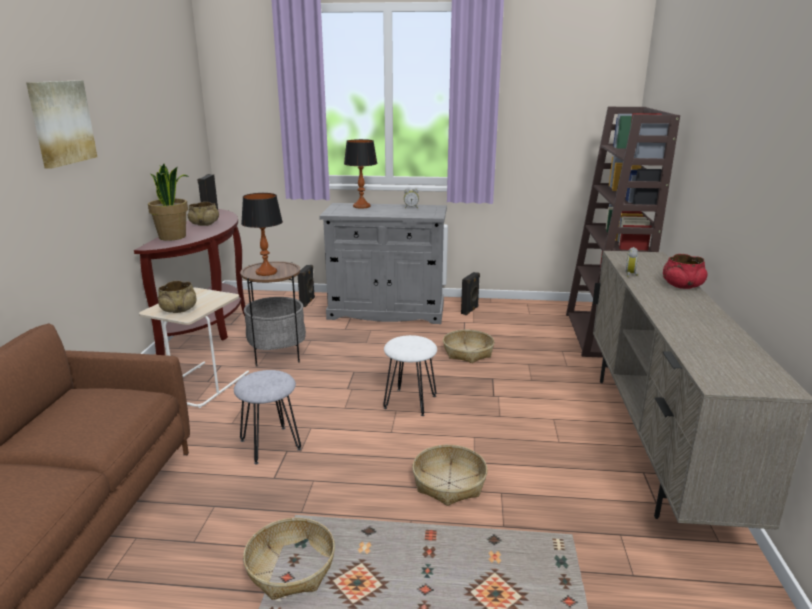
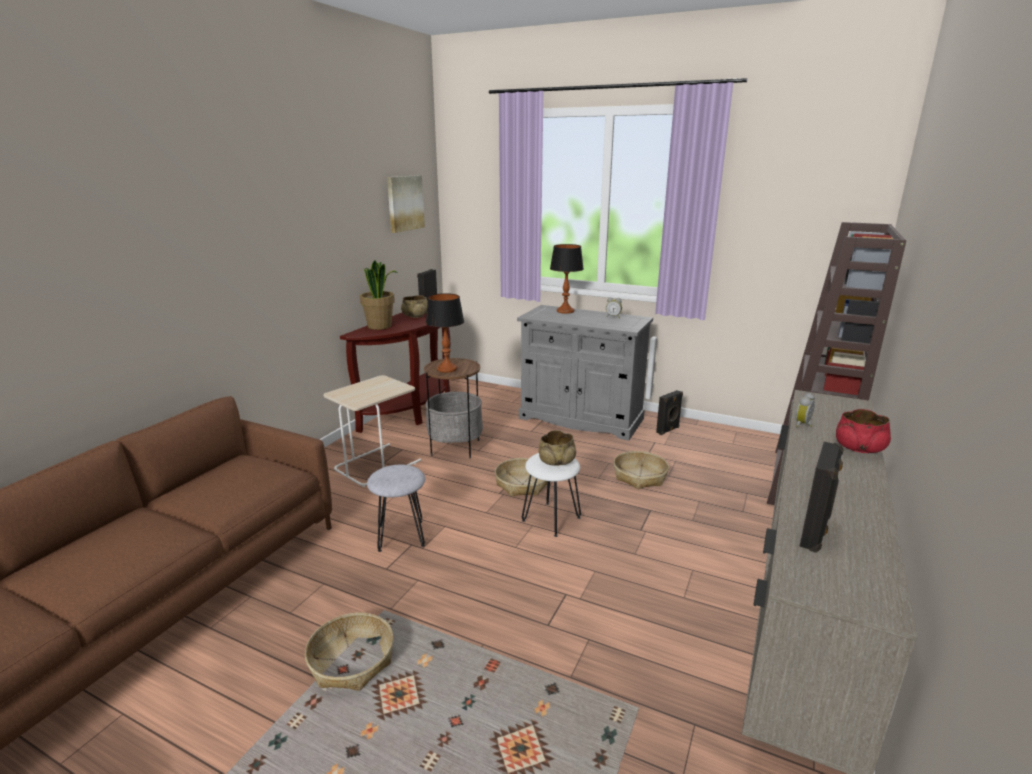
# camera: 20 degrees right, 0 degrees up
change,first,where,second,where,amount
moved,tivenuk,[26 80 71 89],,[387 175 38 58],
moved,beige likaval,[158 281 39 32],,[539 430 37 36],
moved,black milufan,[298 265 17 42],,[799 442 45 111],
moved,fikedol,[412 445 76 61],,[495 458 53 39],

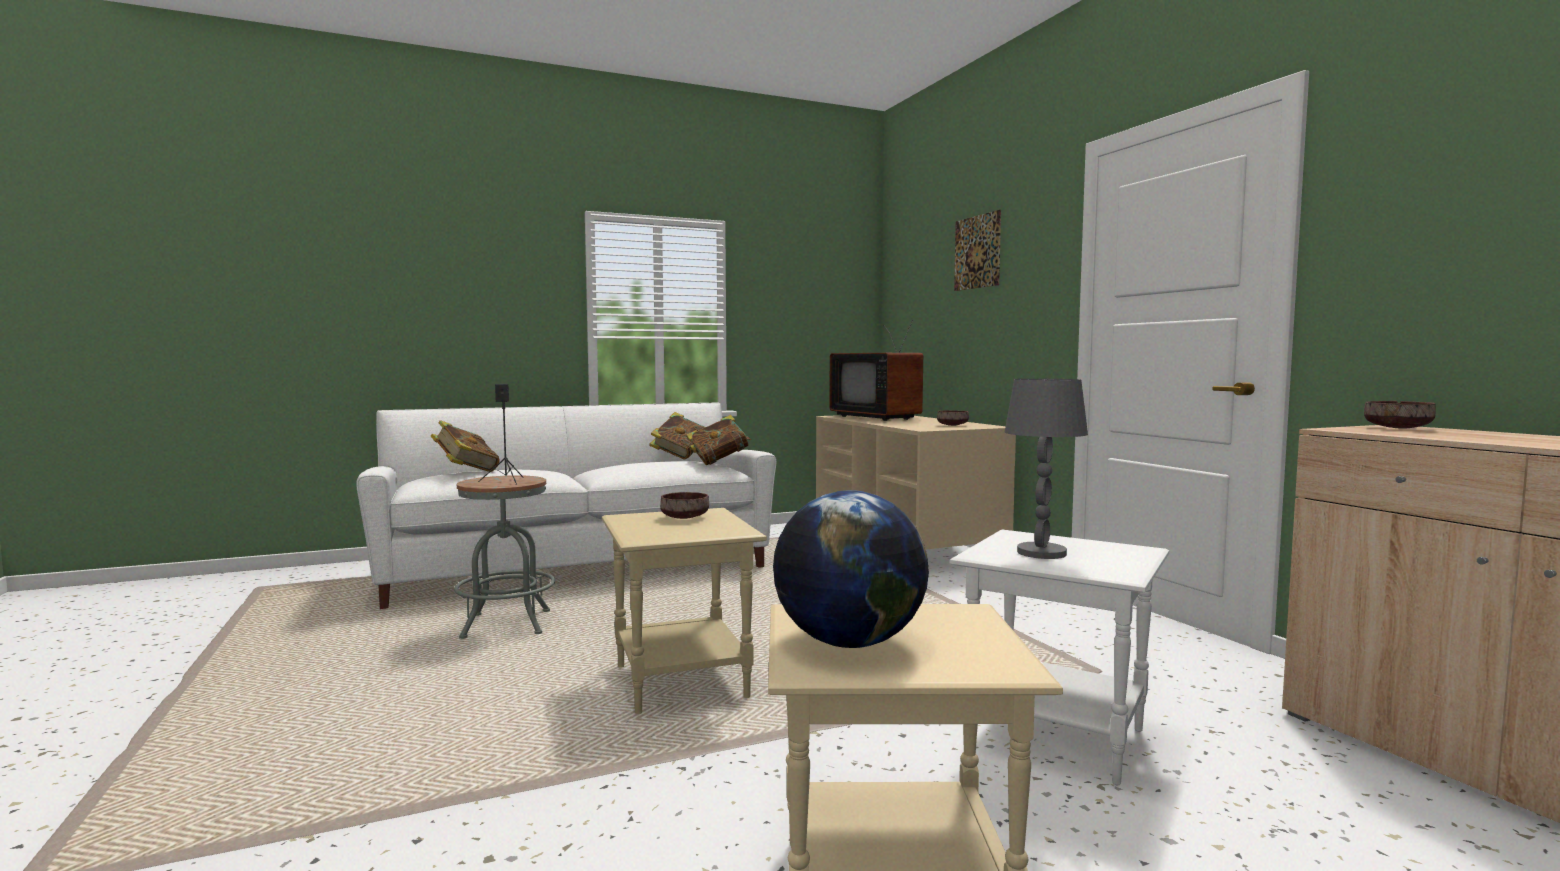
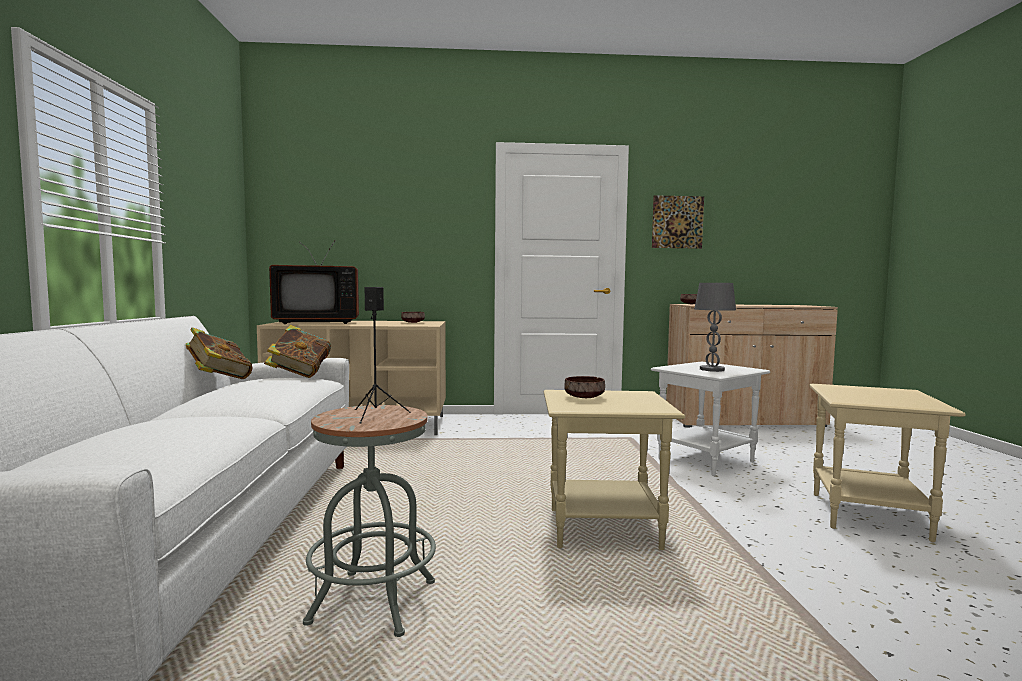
# camera: 70 degrees left, 0 degrees up
change,first,where,second,where,amount
removed,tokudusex,[431 420 69 52],,,
removed,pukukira,[773 490 156 158],,,
moved,tivenuk,[954 210 47 81],,[652 195 52 54],

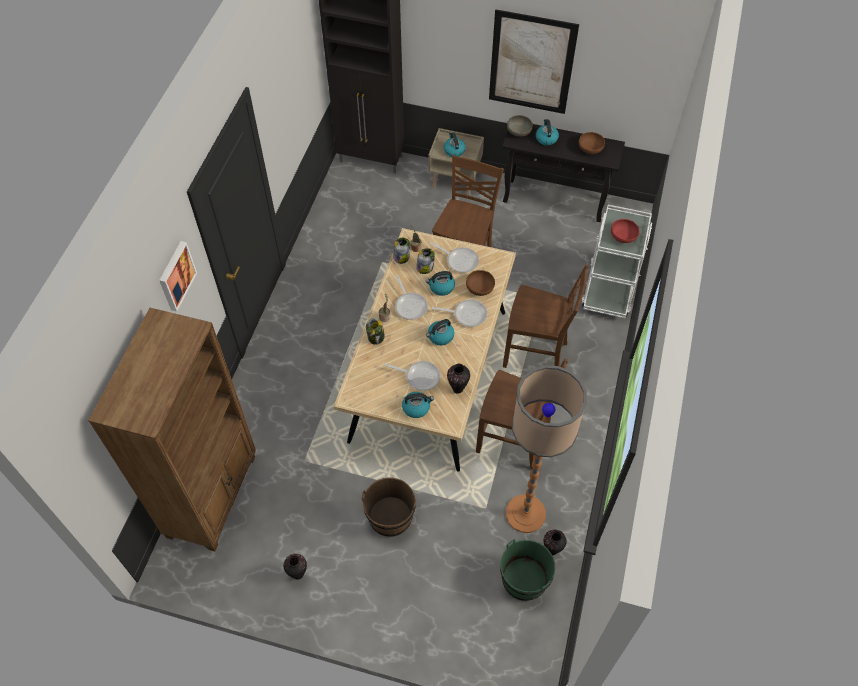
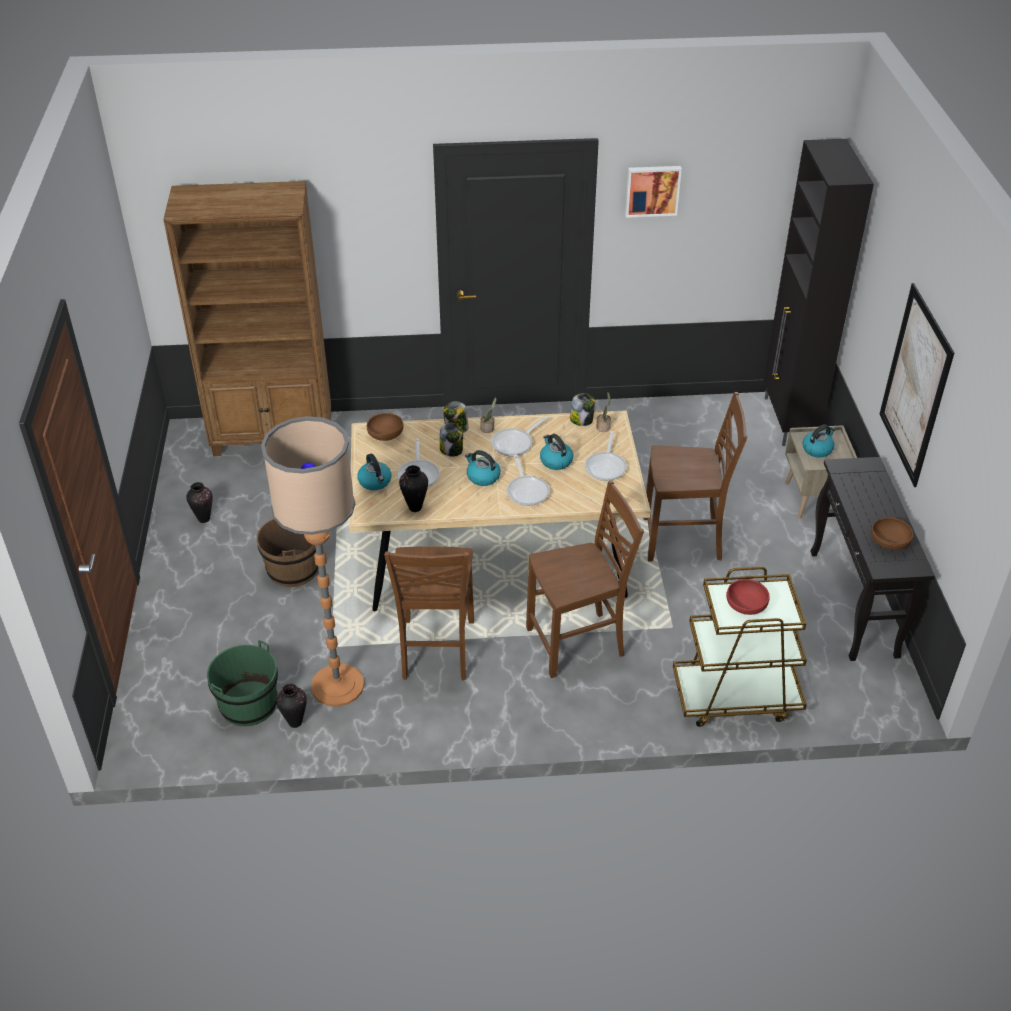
# camera: 70 degrees right, 15 degrees down
change,first,where,second,where,amount
removed,grey likaval,[507 115 26 22],,,
removed,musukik,[536 119 23 27],,,
moved,tivenuk,[159 241 38 71],,[625 166 57 52],
moved,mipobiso,[416 248 19 26],,[440 423 23 34],
moved,brown likaval,[466 270 29 26],,[367 413 37 28],
recoloured,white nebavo,[581 205 71 113],brown nebavo,[673 567 134 160],
turned,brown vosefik,[503 265 86 103],,[526 480 118 198],105 degrees counterclockwise

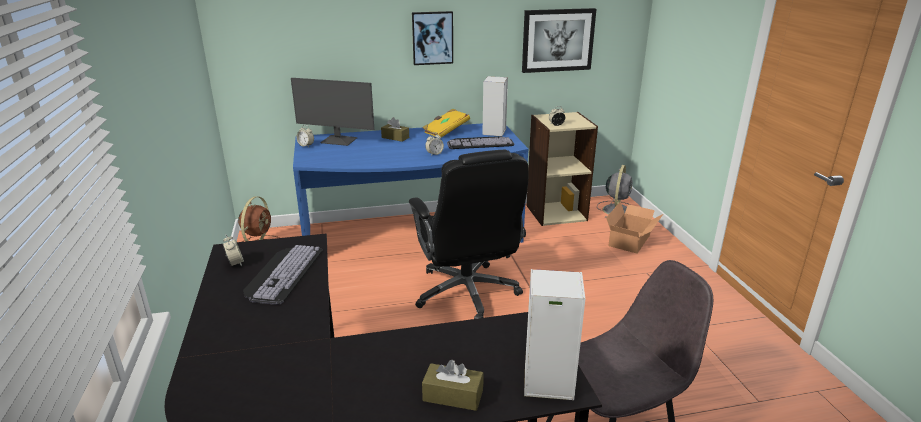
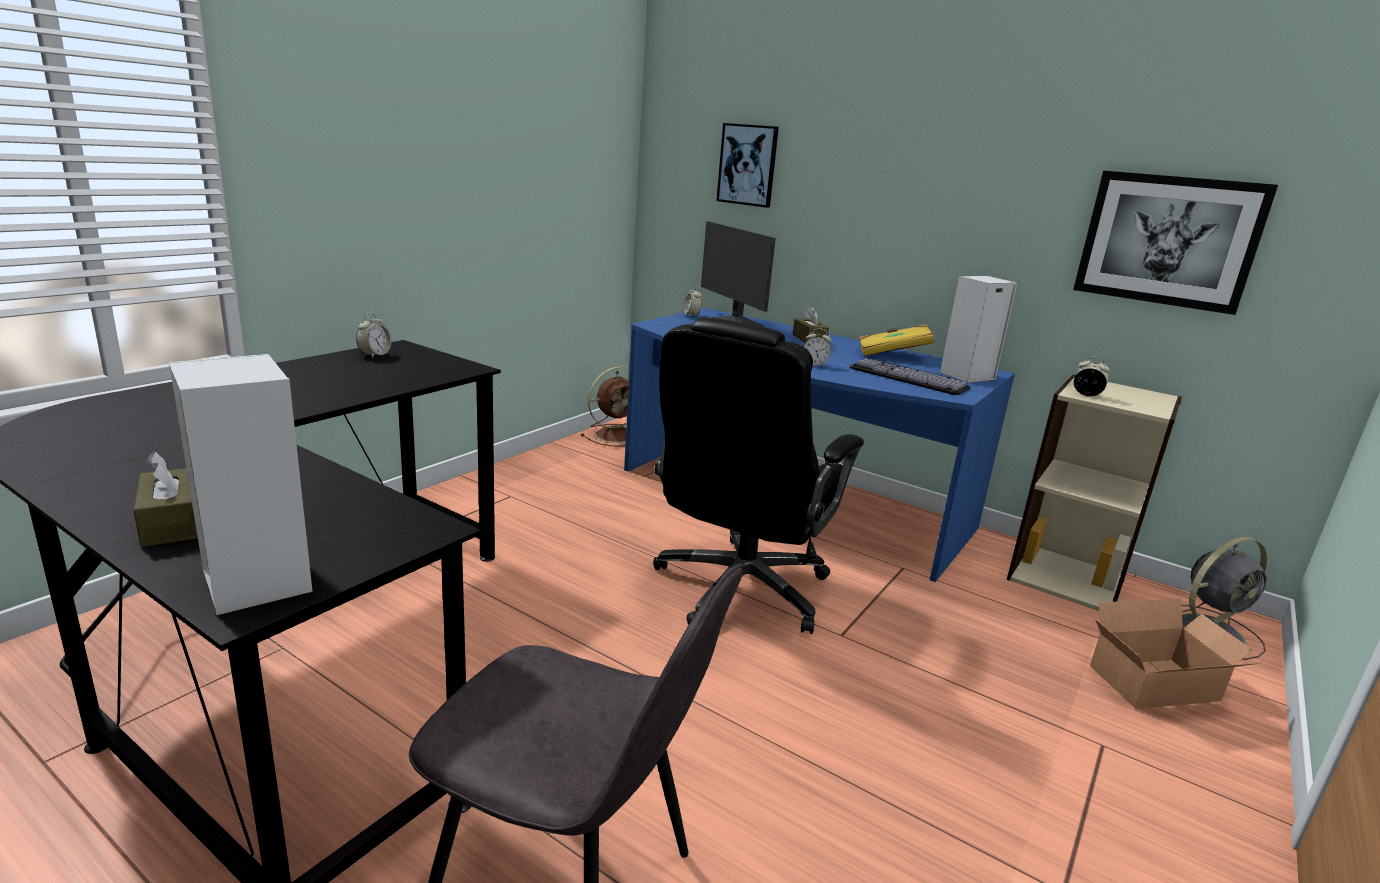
# camera: 45 degrees right, 5 degrees down
change,first,where,second,where,amount
removed,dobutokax,[243 245 79 60],,,
moved,tivenuk,[412 11 41 54],,[716 123 63 85],

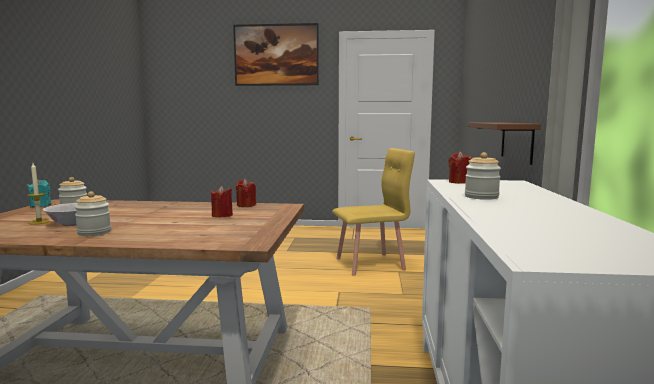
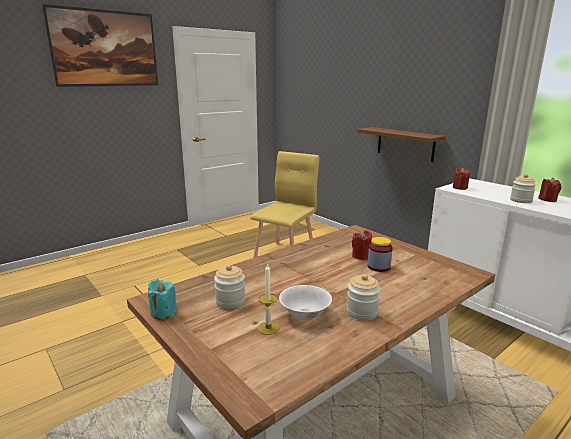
# camera: 45 degrees left, 10 degrees up
change,first,where,second,where,amount
added,,,mipobiso,[367 237 26 35],
moved,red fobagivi,[236 179 20 28],,[538 178 23 24],

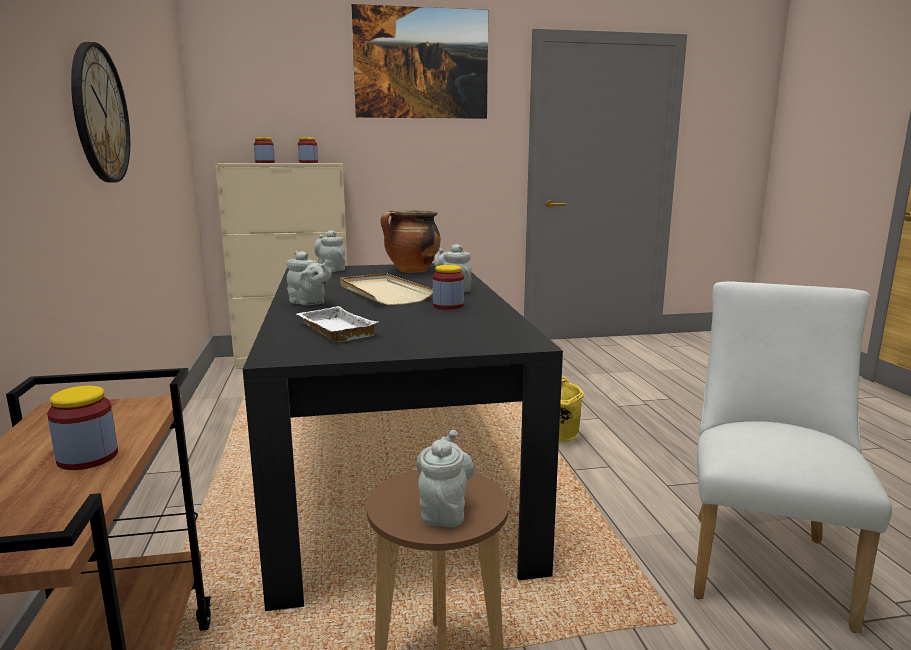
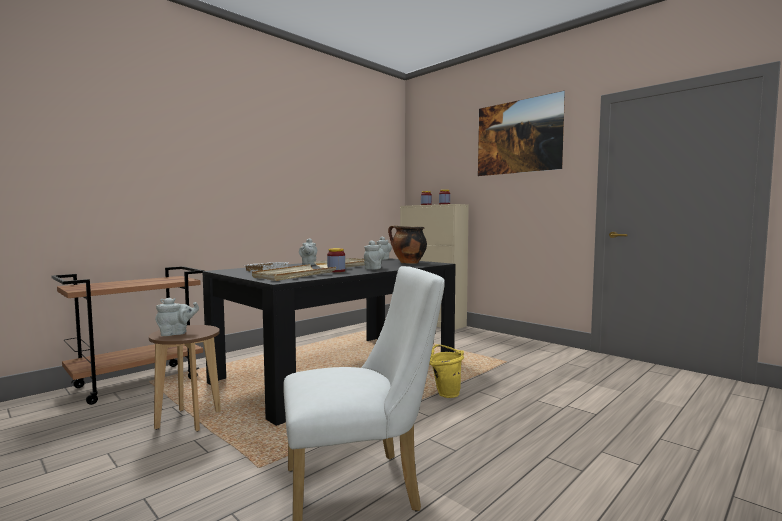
# camera: 55 degrees right, 10 degrees down
change,first,where,second,where,amount
removed,mipobiso,[47 385 71 85],,,
removed,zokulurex,[71 42 59 140],,,
added,,,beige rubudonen,[252 264 84 17],

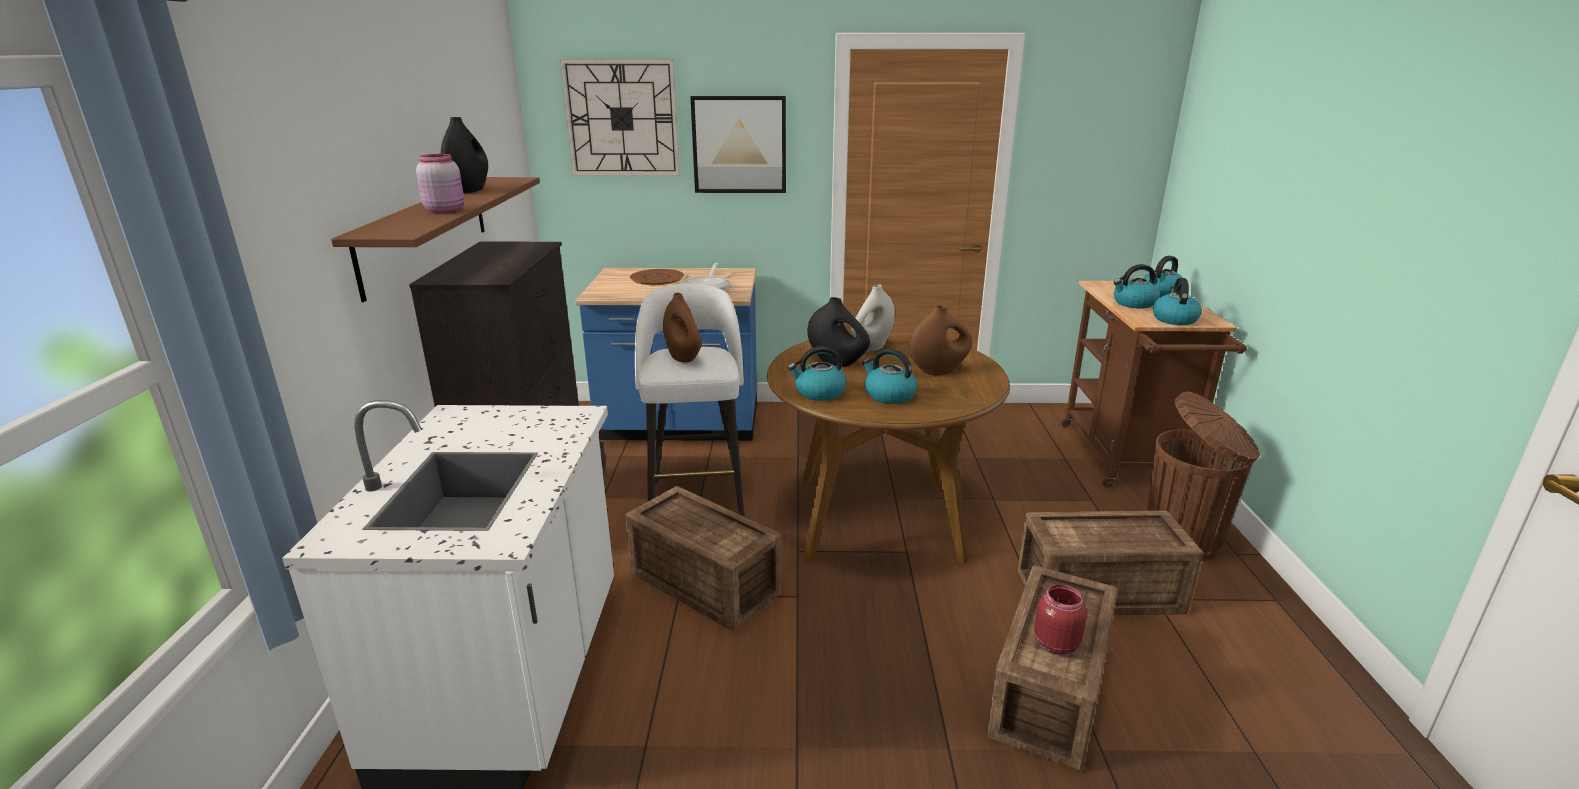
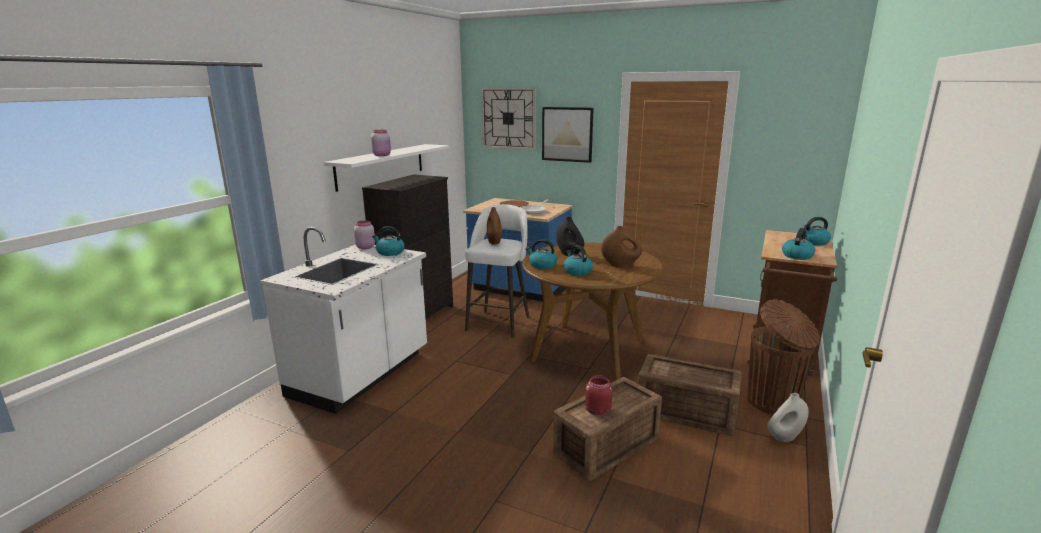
# camera: 25 degrees right, 5 degrees down
change,first,where,second,where,amount
removed,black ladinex,[441 117 47 76],,,
removed,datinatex,[625 486 156 145],,,
added,,,pink mipobiso,[354 220 21 29],
moved,white ladinex,[851 285 44 66],,[767 393 42 49],
moved,musukik,[1113 264 46 45],,[372 226 33 30],
recoloured,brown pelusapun,[331 177 209 125],white pelusapun,[323 144 126 48],

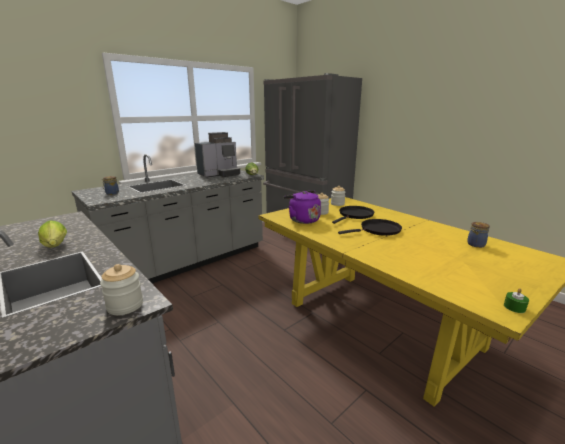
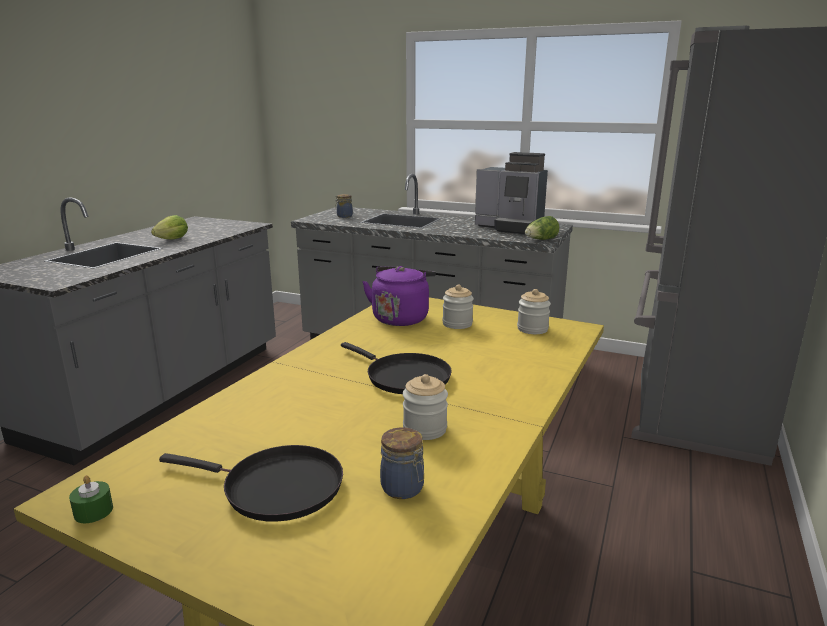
# camera: 65 degrees right, 0 degrees up
change,first,where,second,where,amount
moved,mipobiso,[100 264 43 51],,[403 374 45 66],
moved,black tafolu,[332 206 42 18],,[159 445 184 77],

